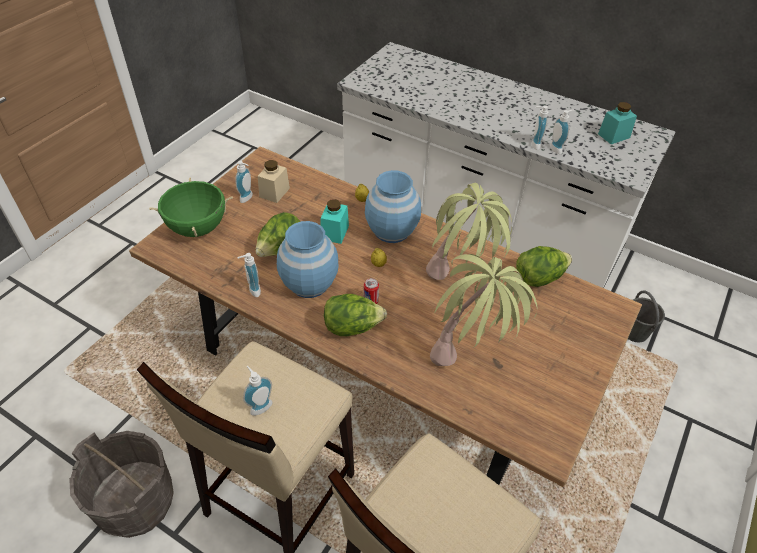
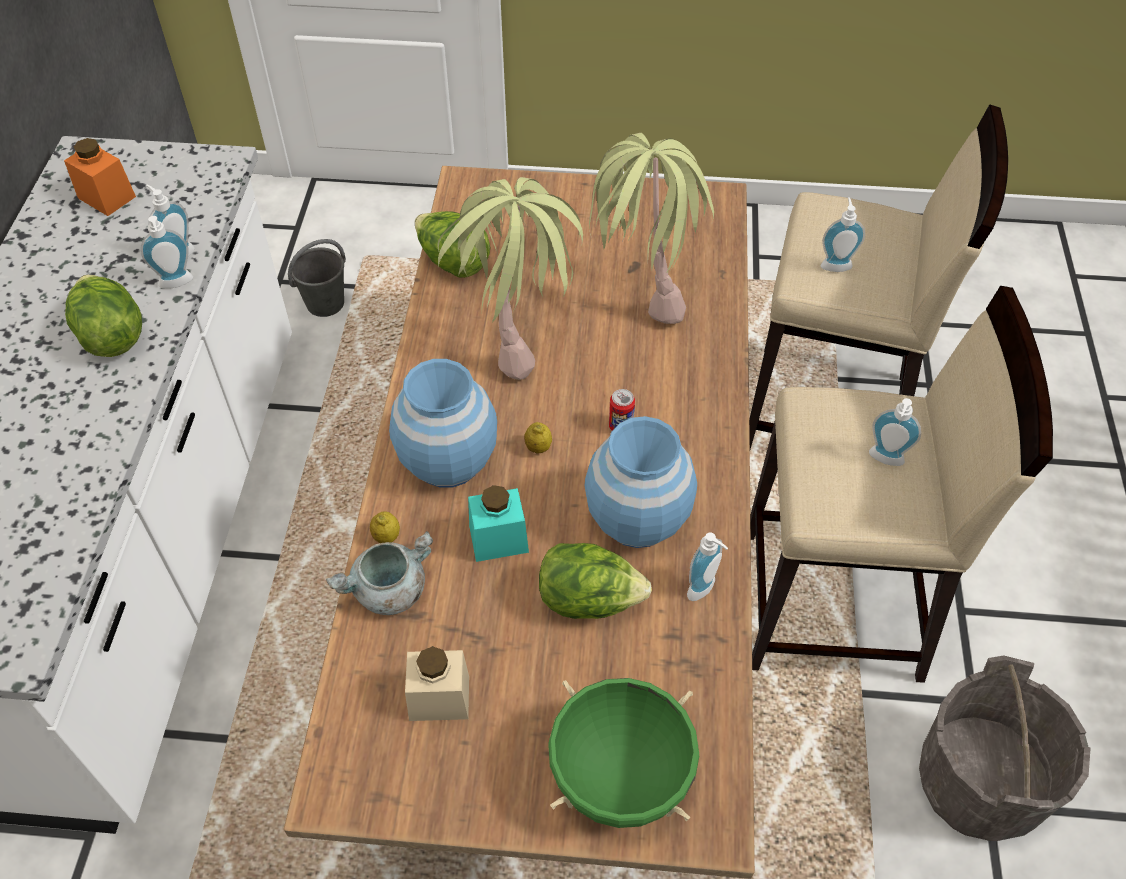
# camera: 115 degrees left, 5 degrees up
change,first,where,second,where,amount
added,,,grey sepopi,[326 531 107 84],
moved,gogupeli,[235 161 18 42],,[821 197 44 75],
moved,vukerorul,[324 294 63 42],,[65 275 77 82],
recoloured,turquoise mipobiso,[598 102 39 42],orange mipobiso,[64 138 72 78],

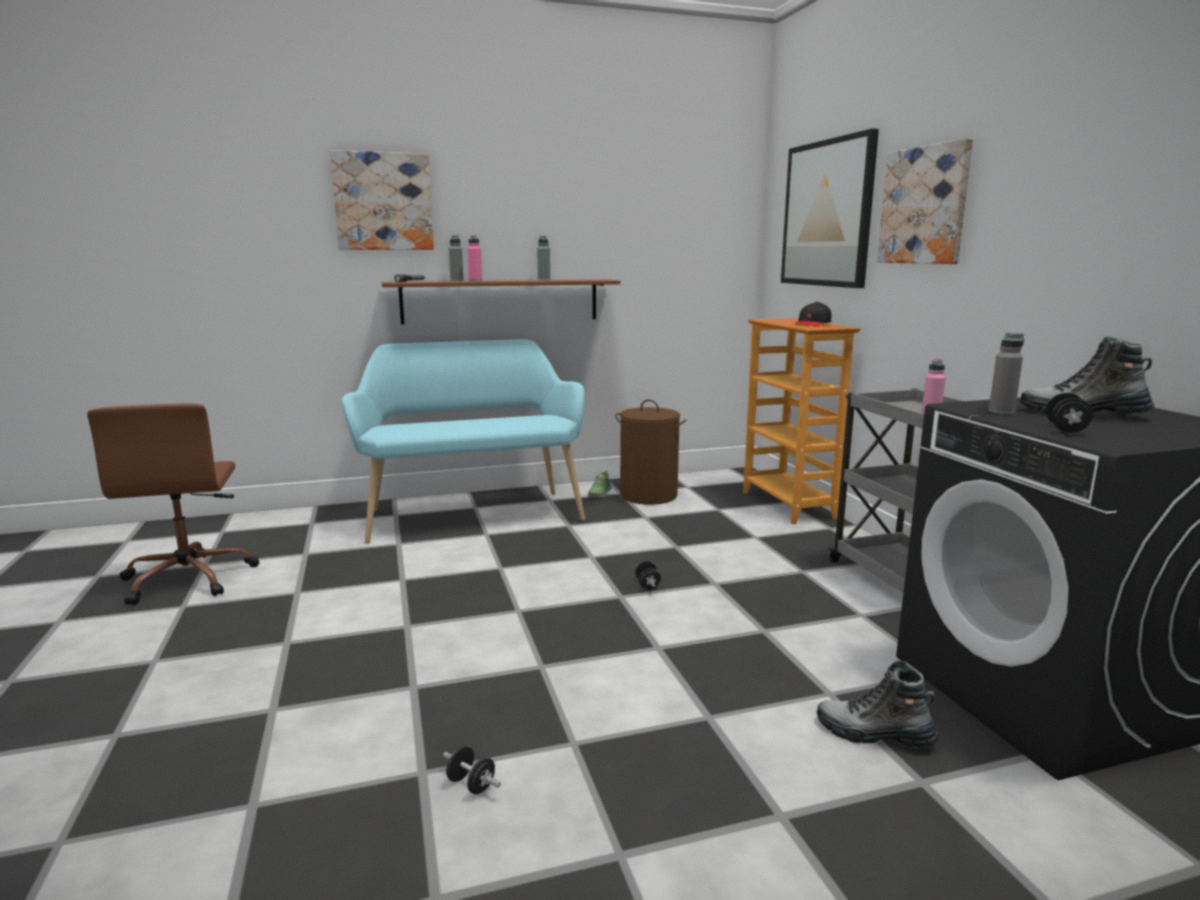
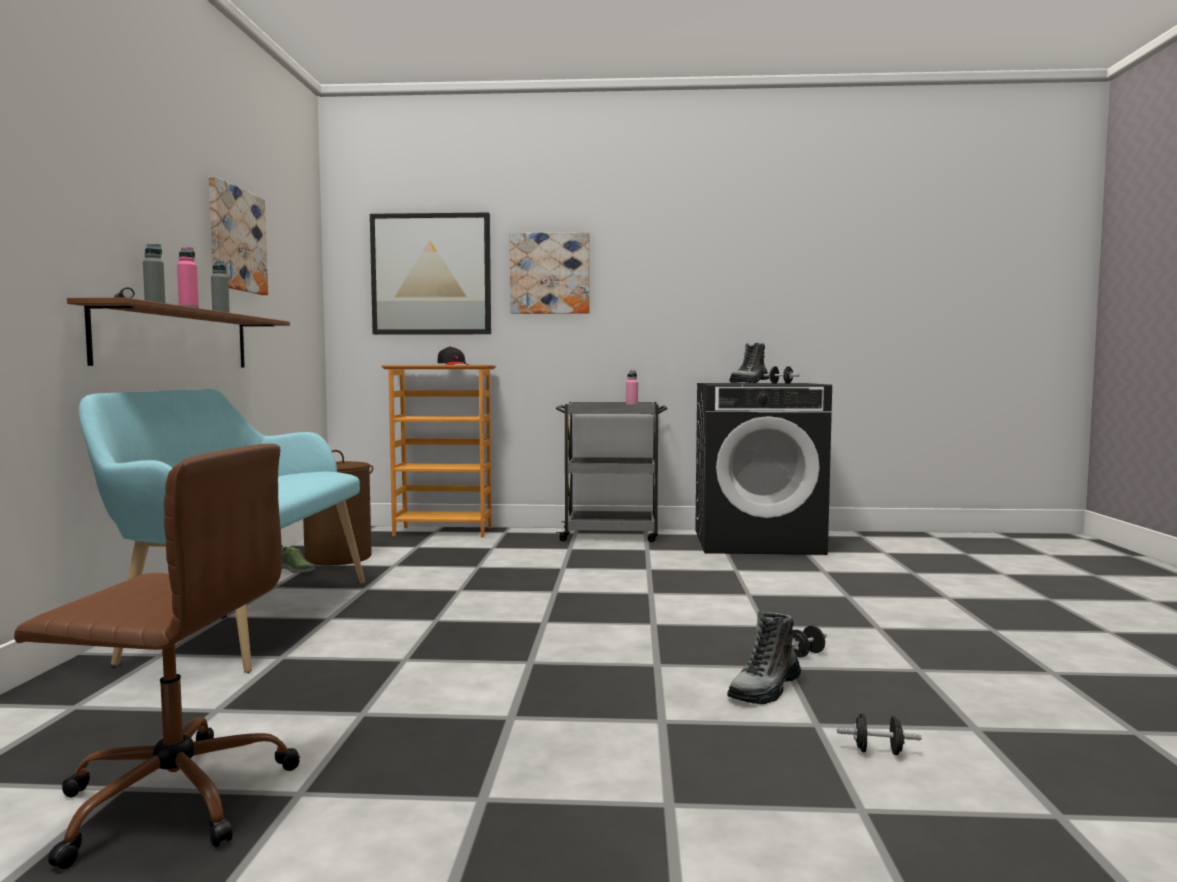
# camera: 70 degrees left, 10 degrees down
change,first,where,second,where,amount
removed,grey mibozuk,[989 333 35 81],,,
moved,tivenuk,[330 150 104 100],,[209 176 59 119],
moved,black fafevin,[635 561 26 29],,[837 713 85 42],
moved,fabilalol,[817 660 121 88],,[727 611 75 93],

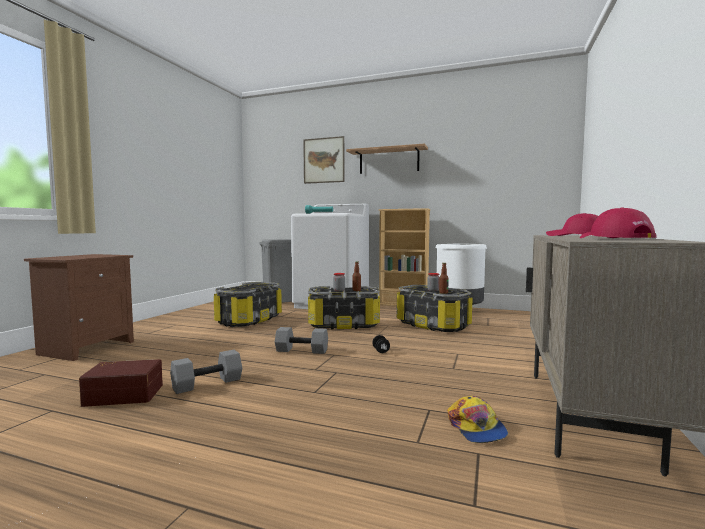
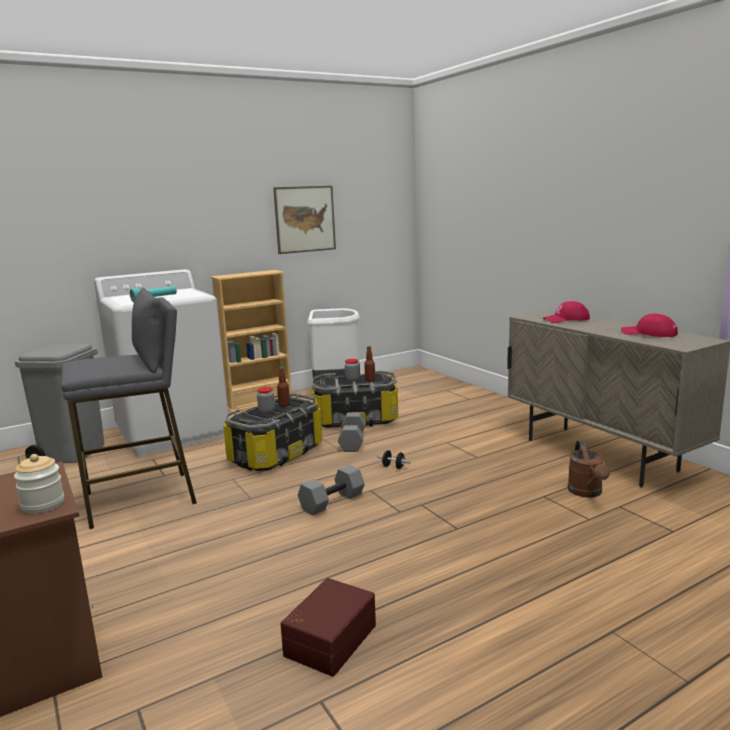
# camera: 50 degrees left, 10 degrees up
change,first,where,second,where,amount
removed,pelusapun,[346 144 82 30],,,
added,,,mipobiso,[14 454 50 59],
moved,grey fafevin,[170 350 72 44],,[338 412 28 40],
moved,tivenuk,[303 136 42 48],,[273 186 63 68],
replaced,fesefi,[214 282 68 45],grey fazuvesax,[61 288 136 241],
replaced,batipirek,[447 396 61 47],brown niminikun,[567 441 43 57],

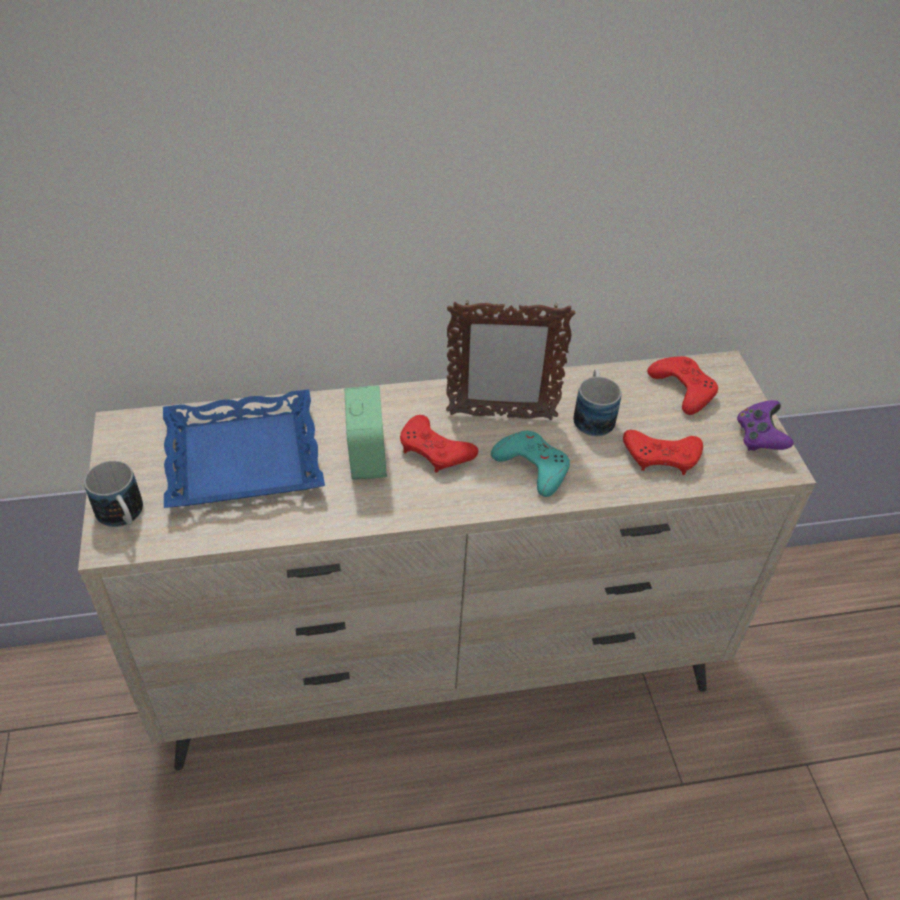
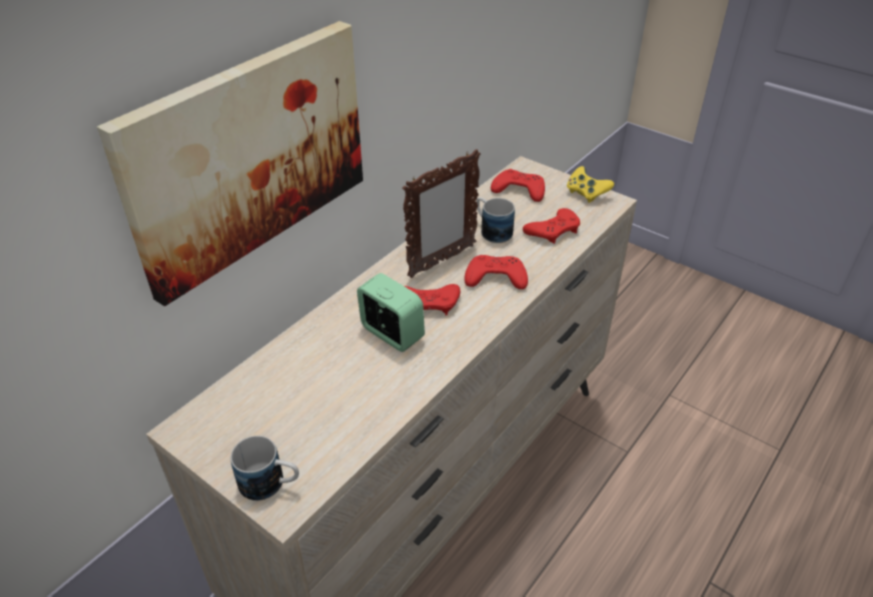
# camera: 40 degrees left, 5 degrees down
change,first,where,second,where,amount
removed,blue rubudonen,[163 389 162 119],,,
added,,,tivenuk,[97 21 266 285],
recoloured,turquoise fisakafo,[491 431 79 66],red fisakafo,[464 255 64 34],
recoloured,purple fisakafo,[737 400 57 51],yellow fisakafo,[567 166 47 37],

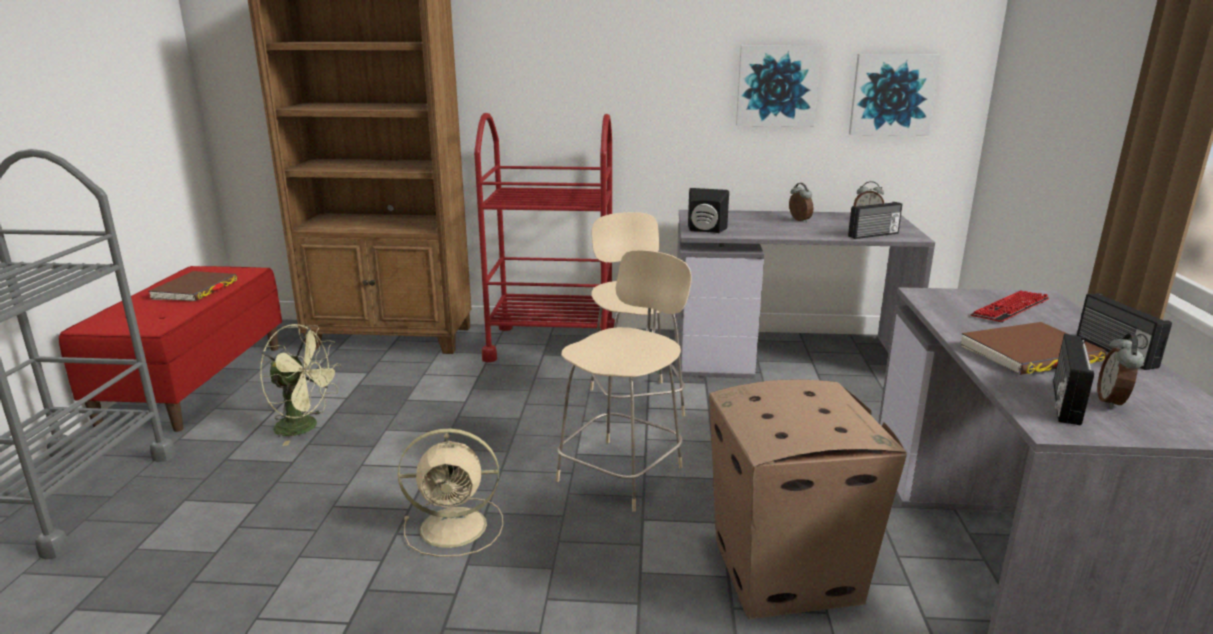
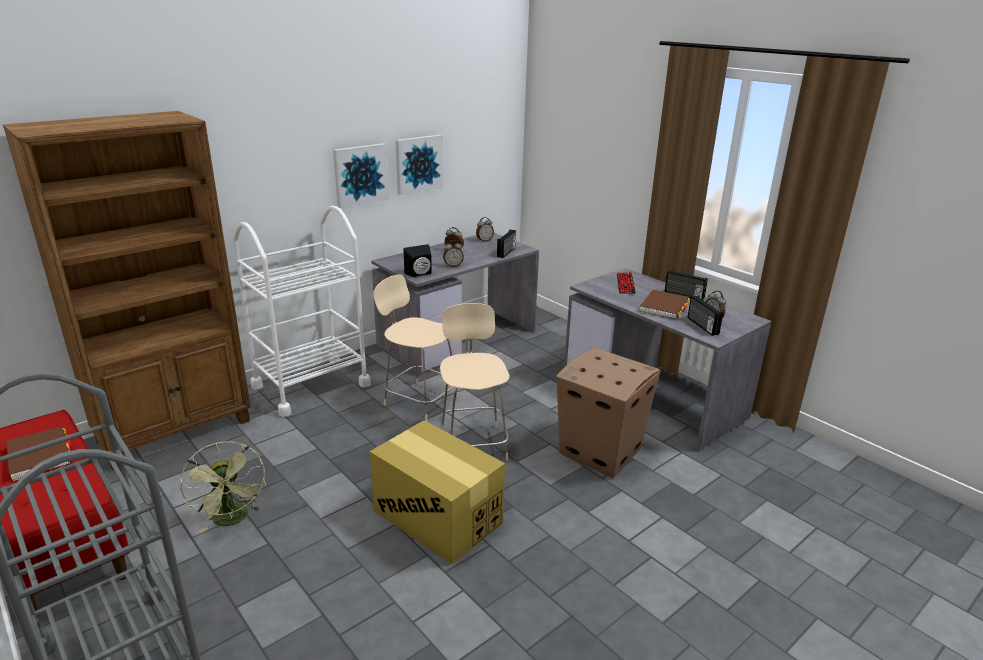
# camera: 45 degrees left, 5 degrees up
change,first,where,second,where,amount
added,,,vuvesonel,[443 240 21 27],
moved,tivenuk,[849 54 92 82],,[333 143 56 65],
replaced,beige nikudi,[398 429 105 128],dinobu,[370 420 135 144],
recoloured,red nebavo,[474 113 141 249],white nebavo,[233 206 138 211],
turned,green nikudi,[260 324 82 122],,[180 441 86 92],90 degrees clockwise

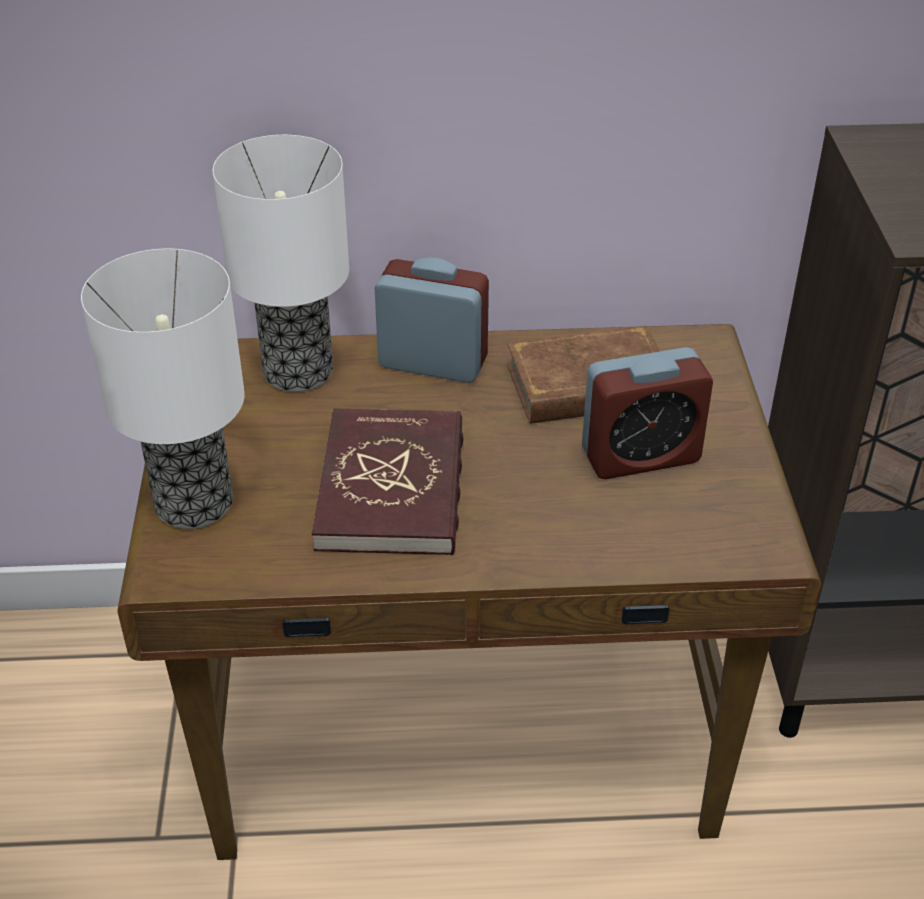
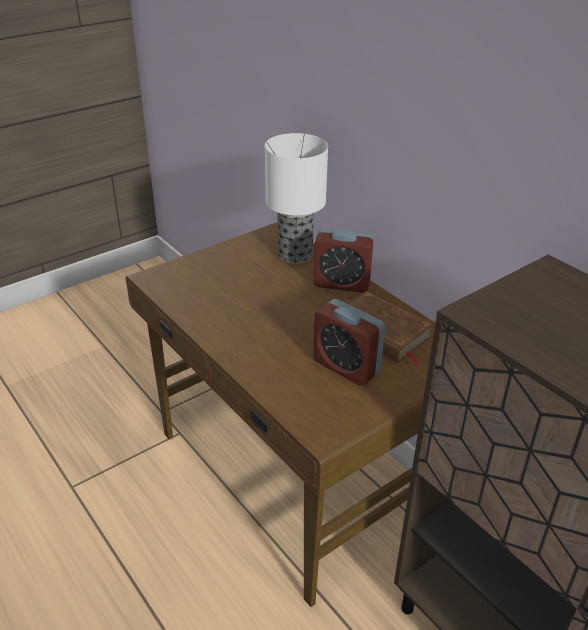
# camera: 55 degrees right, 5 degrees down
change,first,where,second,where,amount
removed,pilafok,[81 249 164 280],,,
removed,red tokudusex,[312 409 152 146],,,
turned,vuvesonel,[374 258 115 125],,[313 228 61 65],120 degrees clockwise

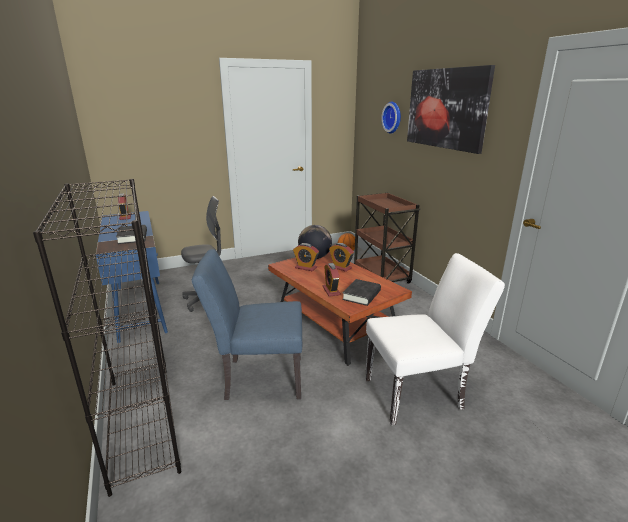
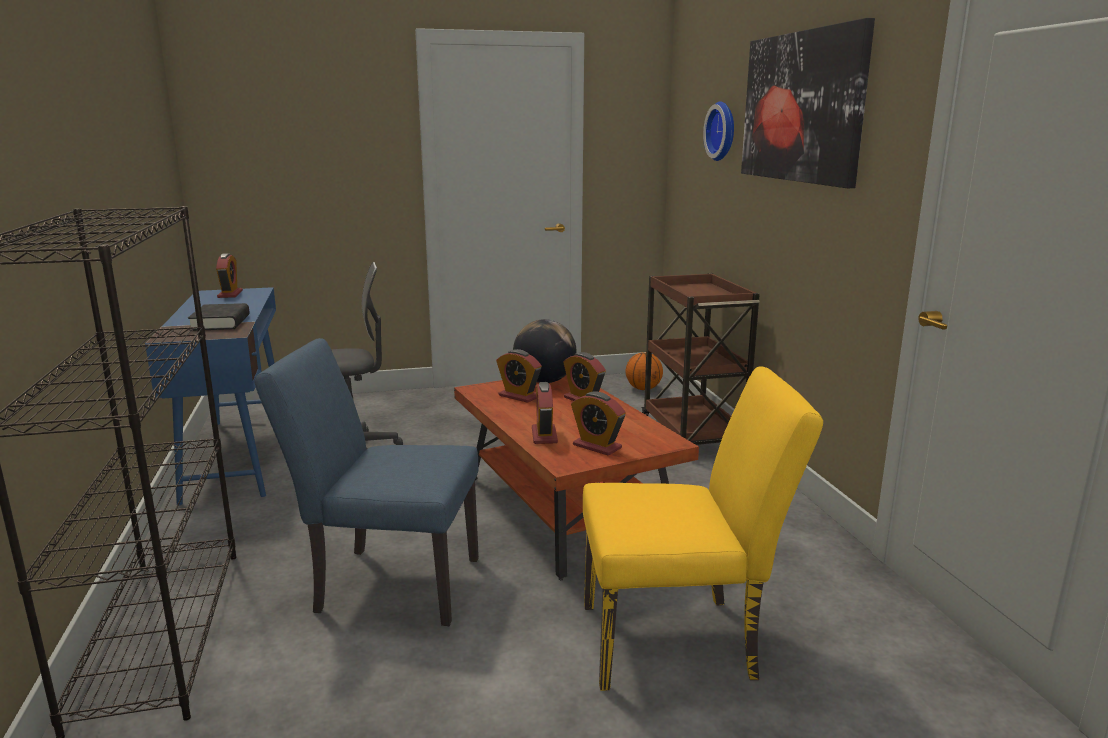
# camera: 10 degrees right, 5 degrees down
change,first,where,second,where,amount
replaced,black tokudusex,[342 279 39 27],vuvesonel,[571 392 55 64],
recoloured,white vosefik,[365 253 140 172],yellow vosefik,[583 366 240 325],

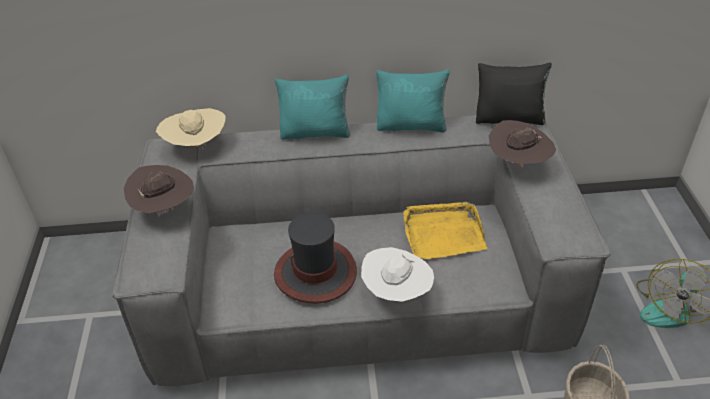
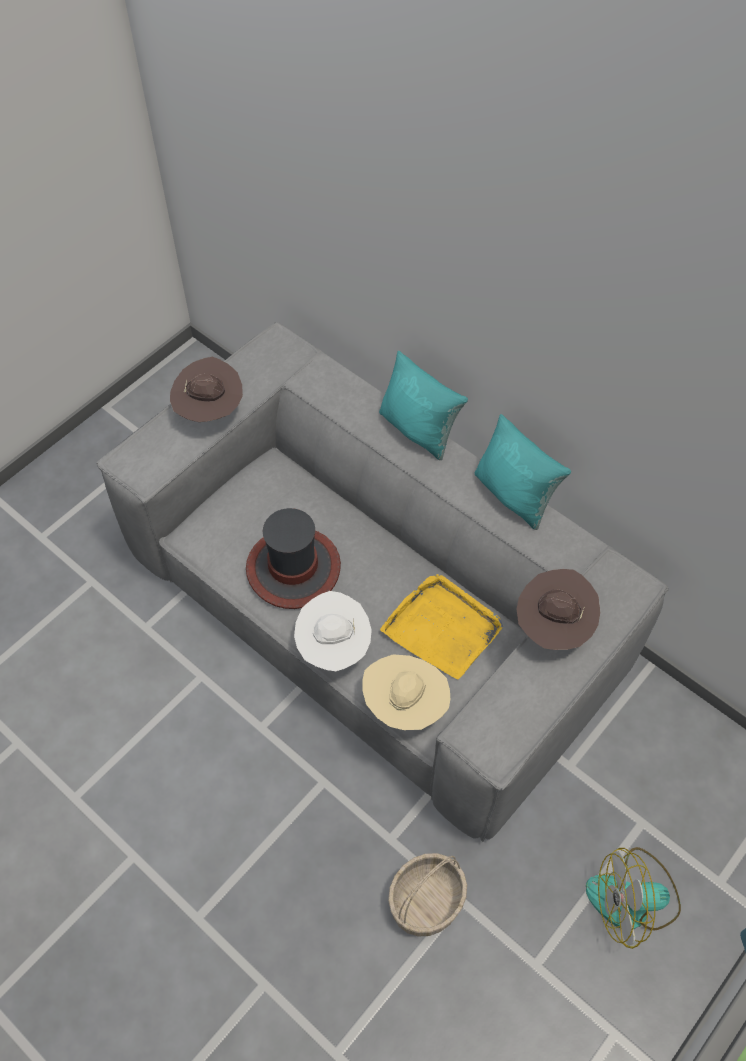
# camera: 45 degrees right, 15 degrees up
change,first,where,second,where,amount
removed,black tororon,[476 62 76 63],,,
moved,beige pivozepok,[156 108 70 41],,[363 654 87 76],

